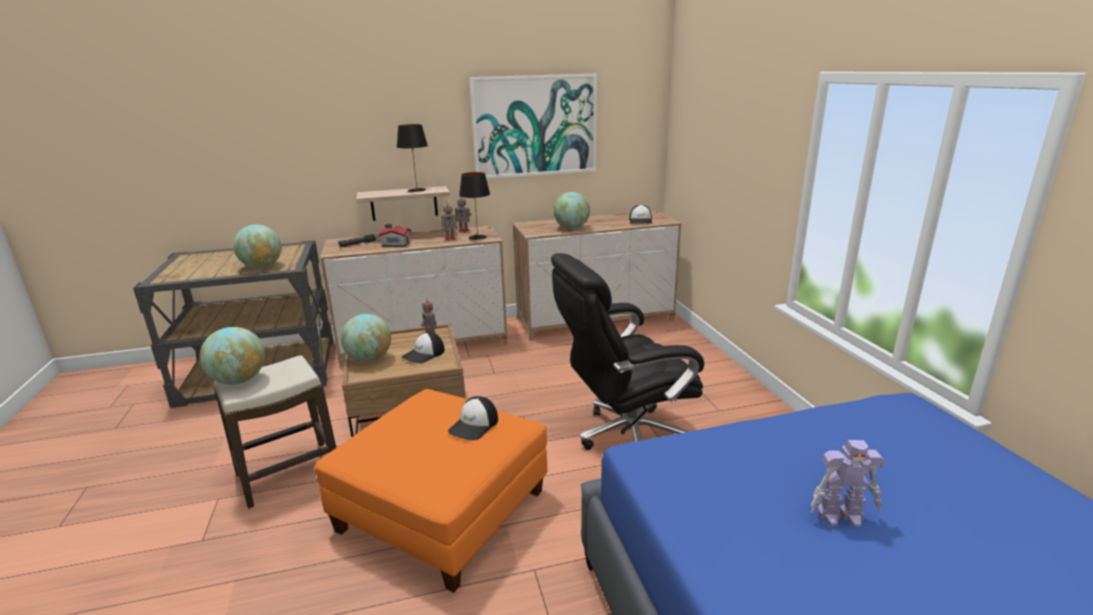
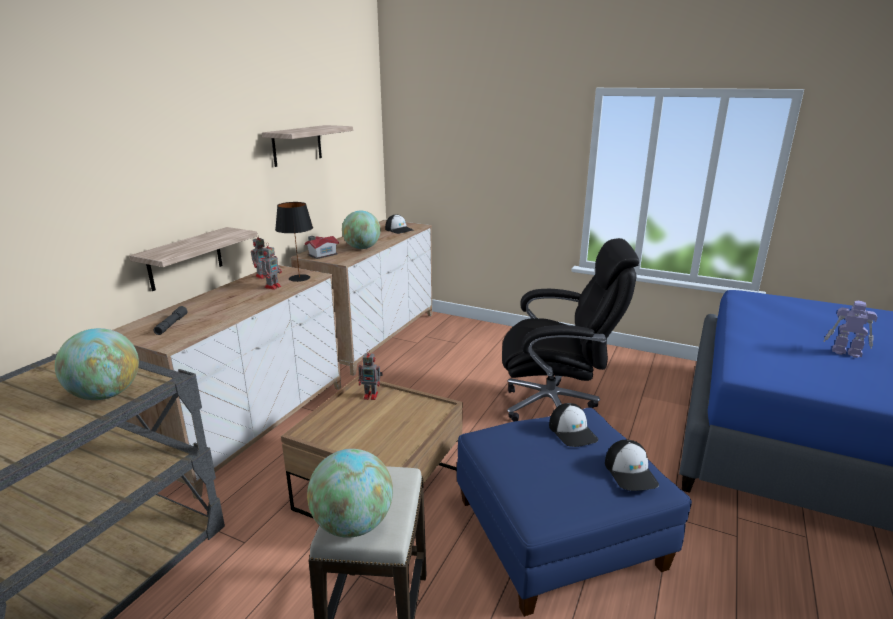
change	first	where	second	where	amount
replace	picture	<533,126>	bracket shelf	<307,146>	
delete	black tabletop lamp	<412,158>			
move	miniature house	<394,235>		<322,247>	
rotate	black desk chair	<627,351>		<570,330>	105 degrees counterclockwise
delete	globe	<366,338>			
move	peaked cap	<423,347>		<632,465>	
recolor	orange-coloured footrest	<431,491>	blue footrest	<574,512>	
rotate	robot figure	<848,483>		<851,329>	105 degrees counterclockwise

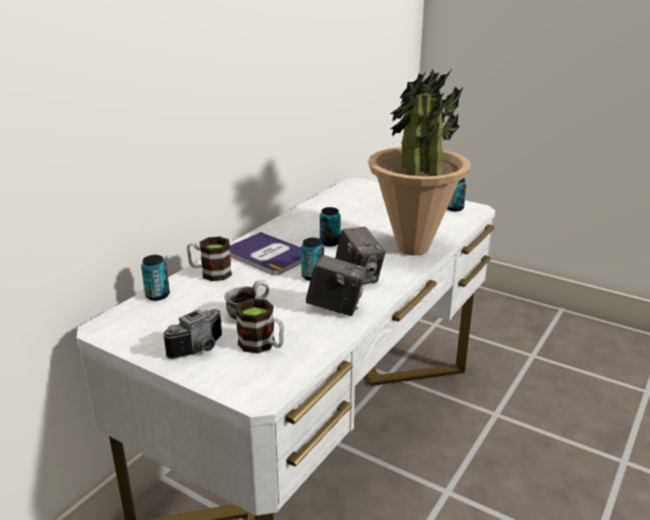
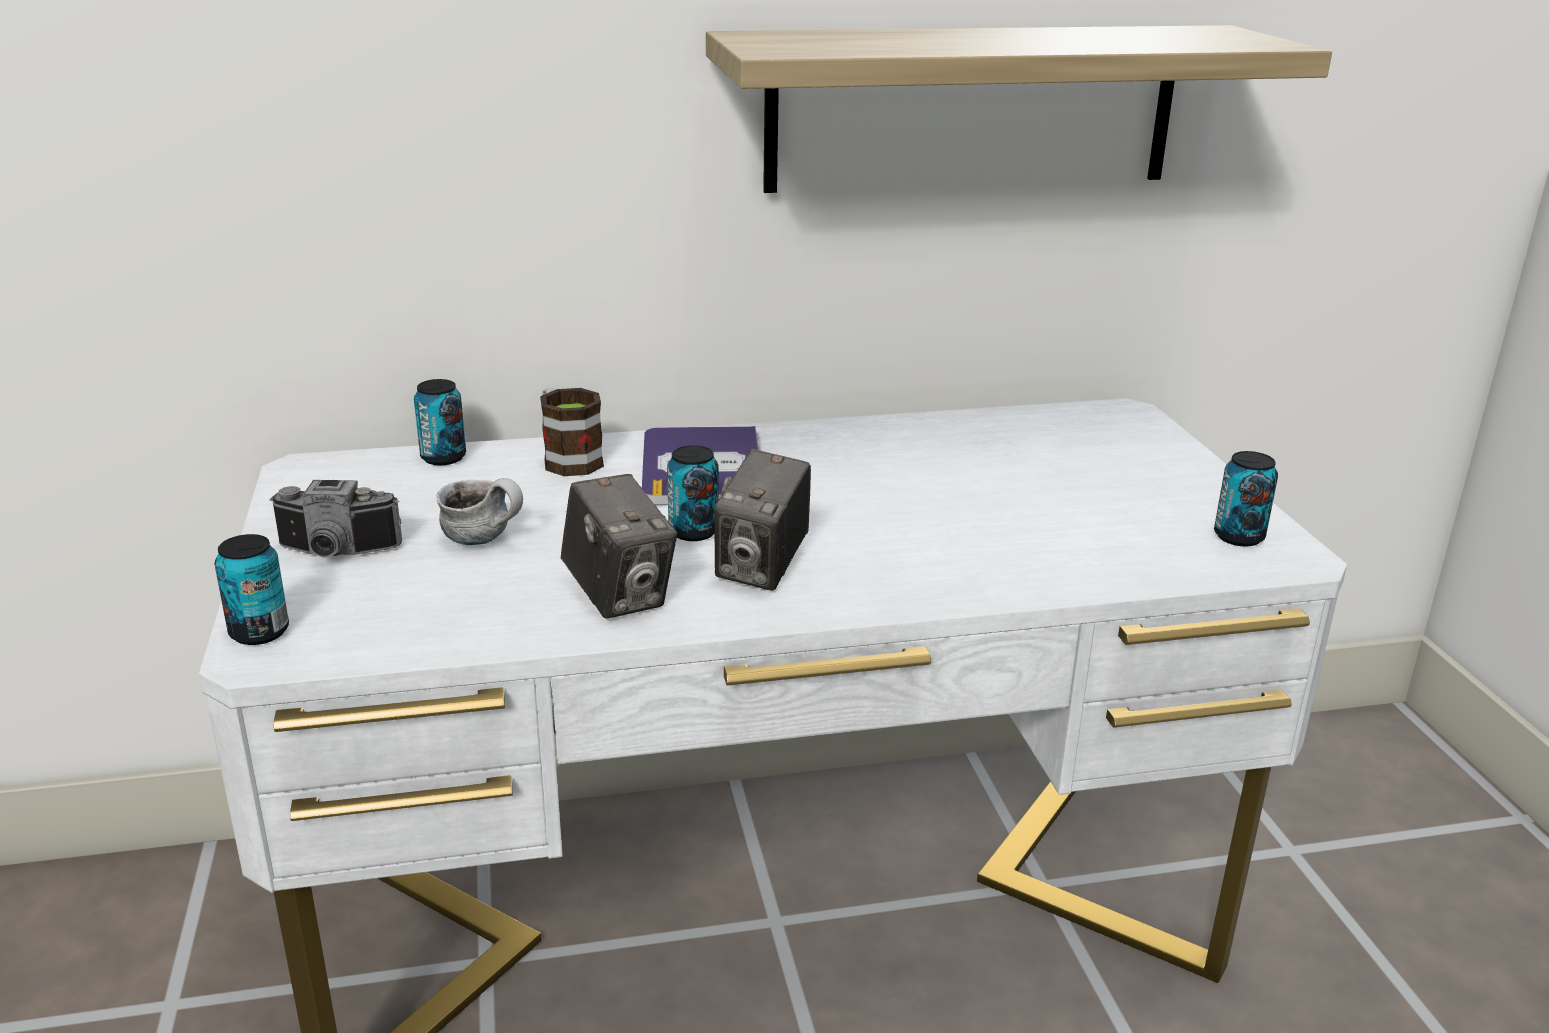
change	first	where	second	where	amount
delete	houseplant	<419,162>			
move	can	<330,227>		<252,589>	
delete	coffee mug	<259,325>			
insert			bracket shelf	<1019,109>	

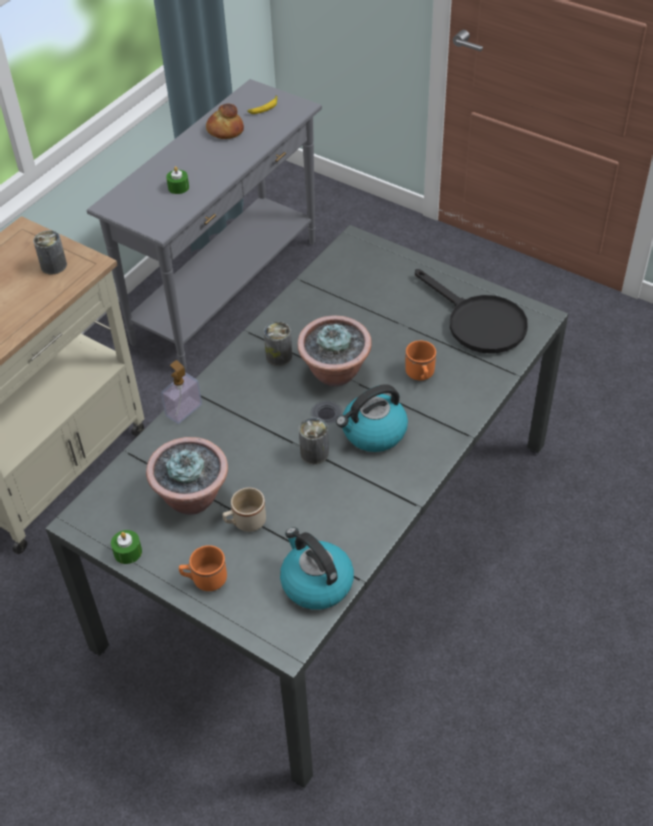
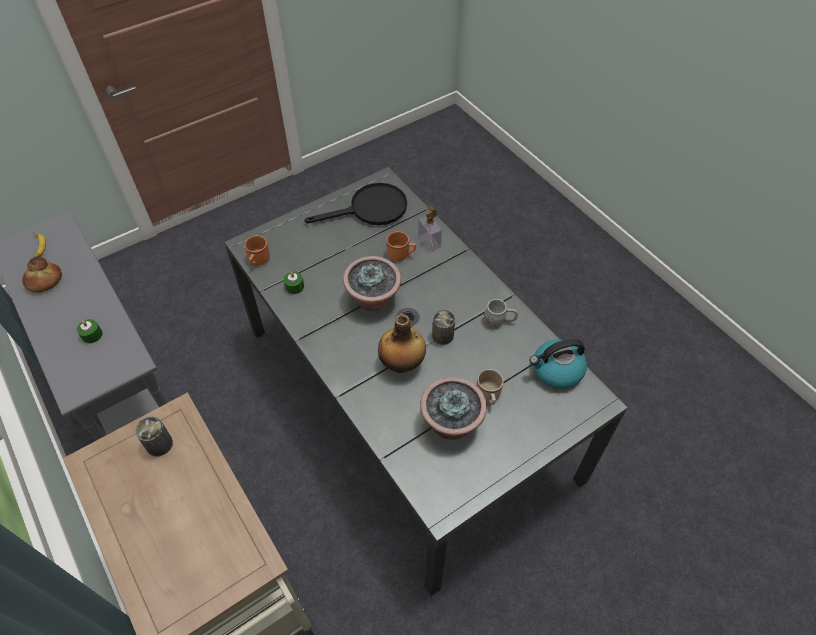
change	first	where	second	where	amount
delete	can	<278,344>			
move	liquid soap bottle	<181,392>		<430,229>	
delete	tea kettle	<372,418>			
move	green wax candle	<126,547>		<293,282>	
move	orange-coloured coffee mug	<203,568>		<257,250>	
insert			greyish coffee mug	<501,313>	
insert			bottle	<402,343>	

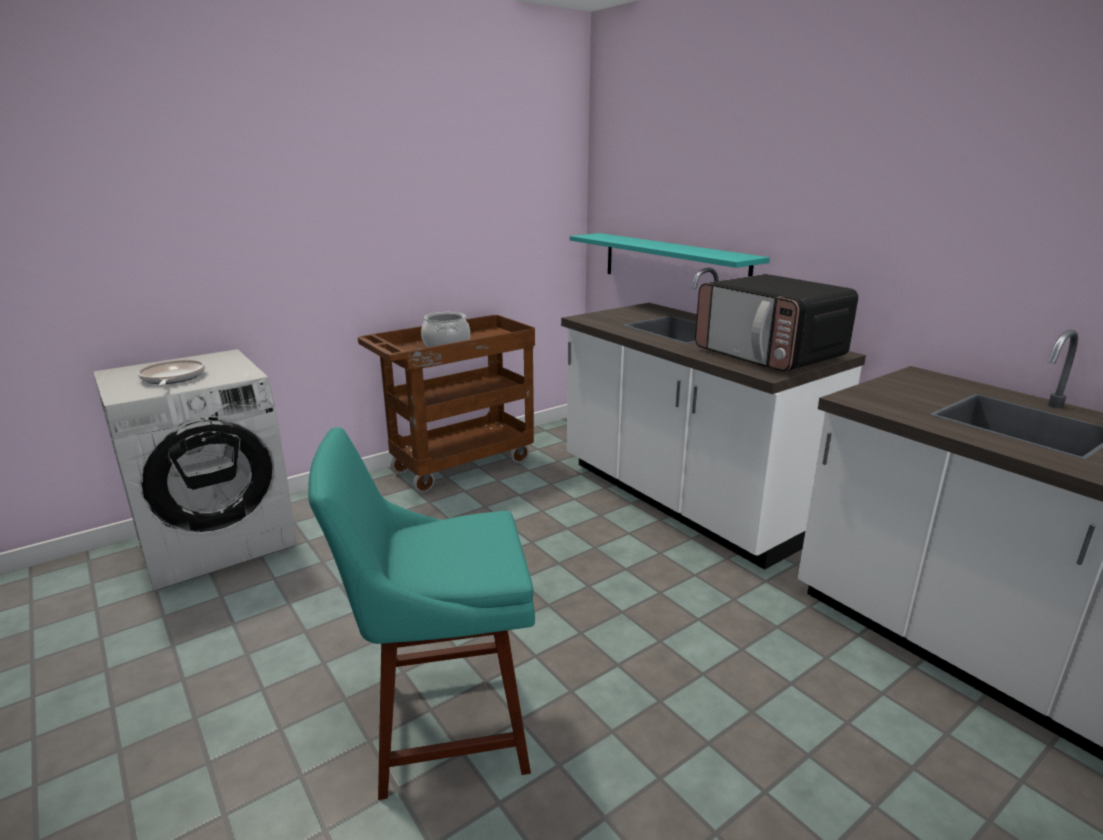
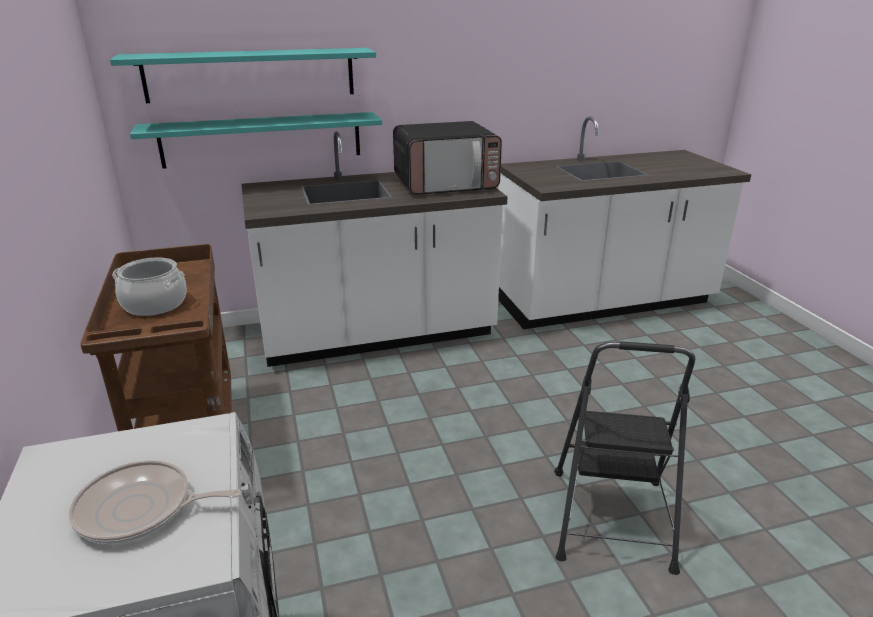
change	first	where	second	where	amount
replace	turquoise-coloured sitting stool	<421,613>	black step stool	<624,458>	
insert			turquoise-coloured bracket shelf	<243,75>	

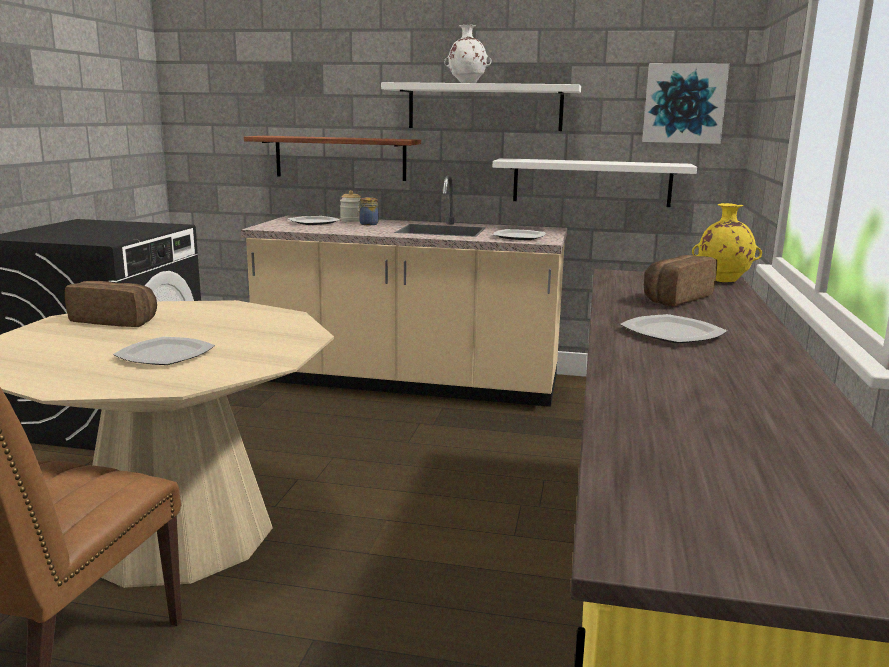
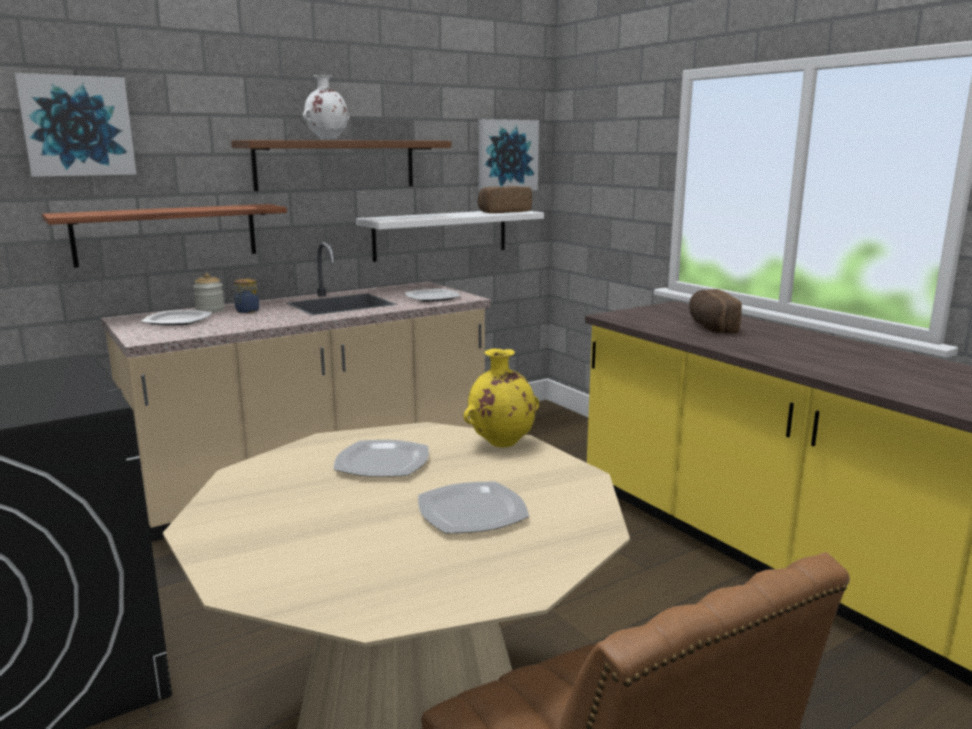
change	first	where	second	where	amount
recolor	white-coloured bracket shelf	<481,106>	brown bracket shelf	<341,165>	
move	yellow vase	<727,242>		<501,398>	
move	bread	<111,304>		<505,199>	
move	plate	<673,329>		<381,458>	
insert			picture	<76,125>	

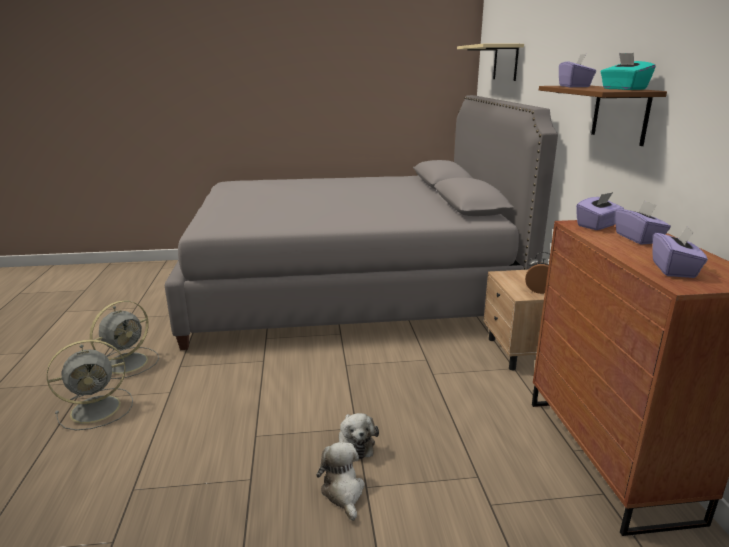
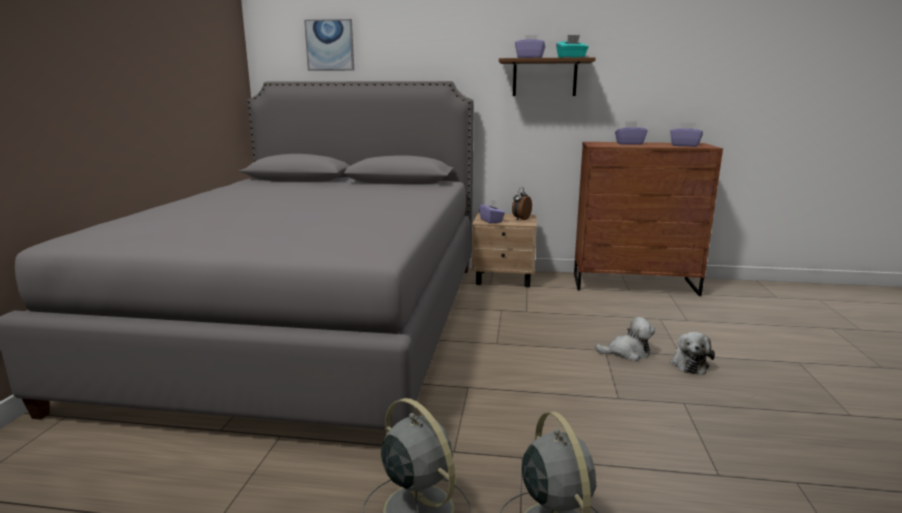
change	first	where	second	where	amount
replace	beige-coloured bracket shelf	<490,62>	picture	<329,45>	
move	purplish tissue holder	<600,211>		<492,211>	
rotate	soft toy	<341,481>		<692,353>	75 degrees counterclockwise

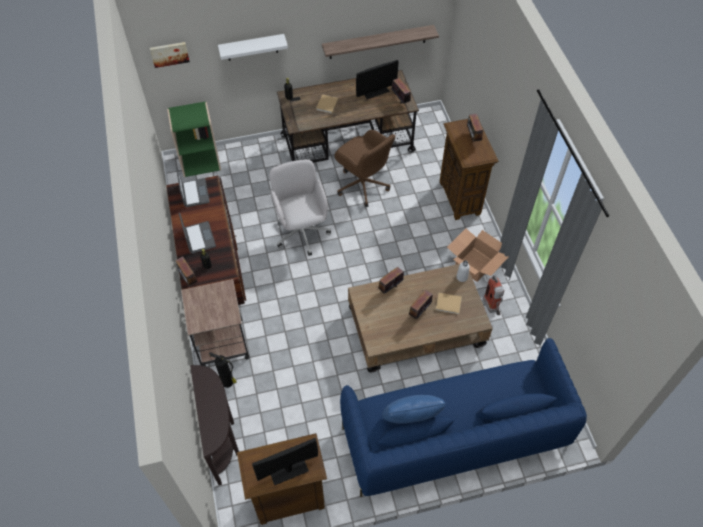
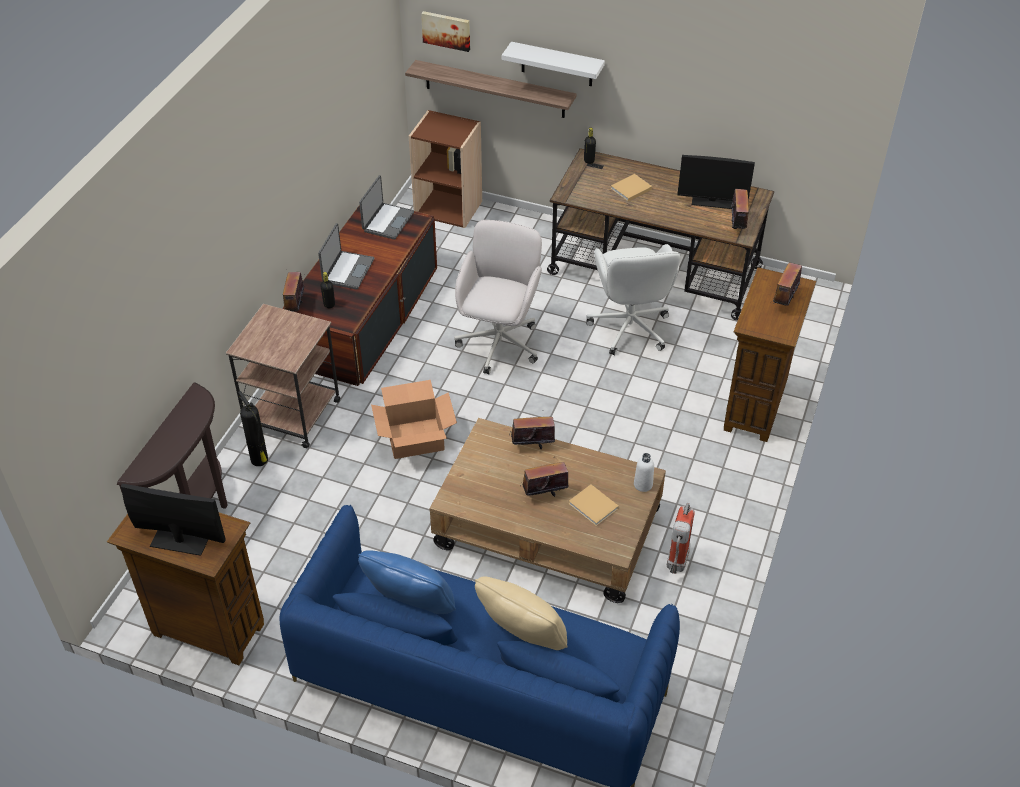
change	first	where	second	where	amount
move	bracket shelf	<380,42>		<491,89>	
recolor	green shelving unit	<194,139>	brown shelving unit	<445,169>	
recolor	brown desk chair	<365,168>	white-coloured desk chair	<633,299>	
move	carton	<477,255>		<414,419>	
insert			beige-coloured pillow	<521,613>	

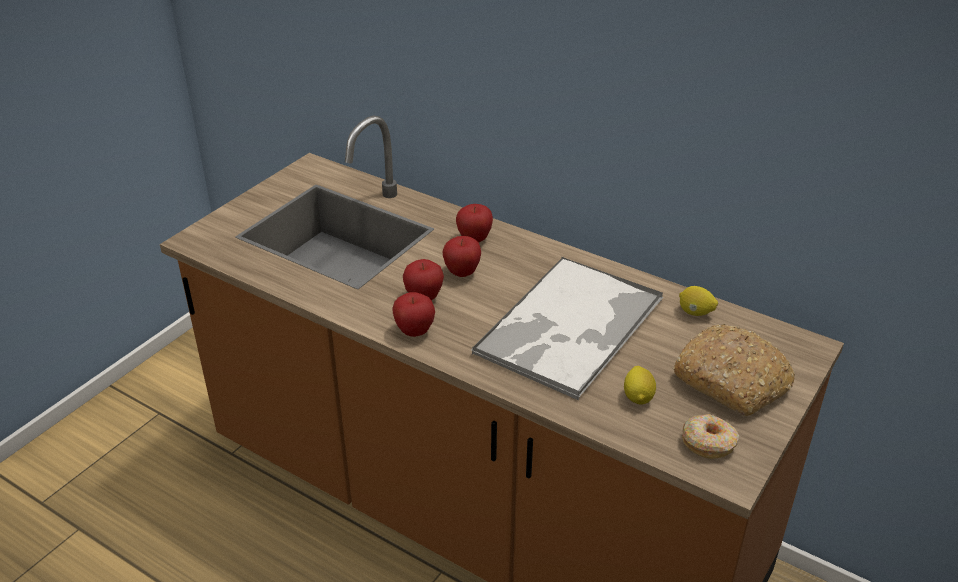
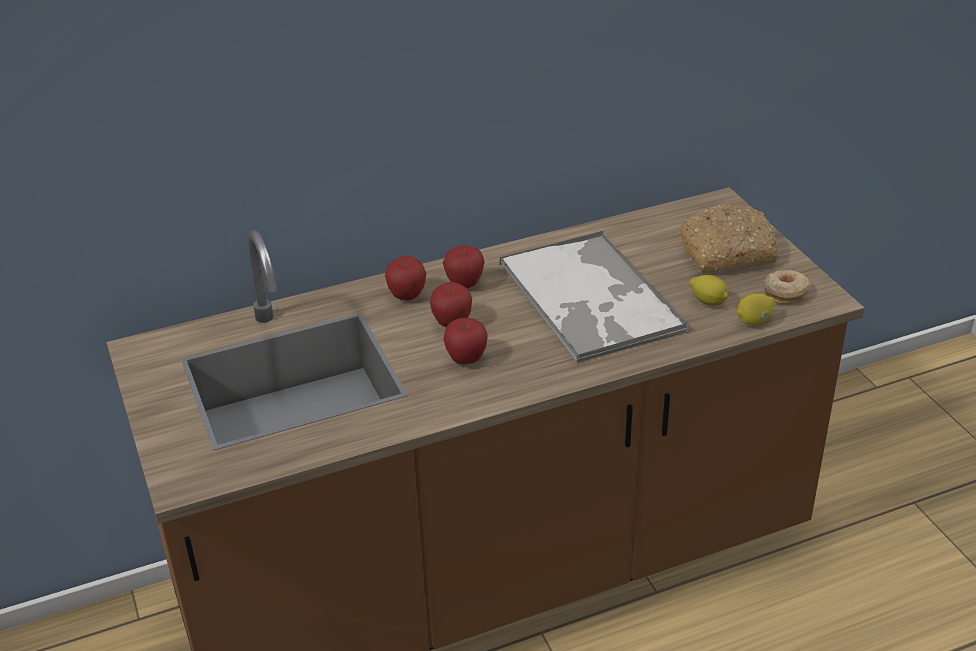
change	first	where	second	where	amount
move	lemon	<698,301>		<756,309>	
move	apple fruit	<413,314>		<464,267>	

